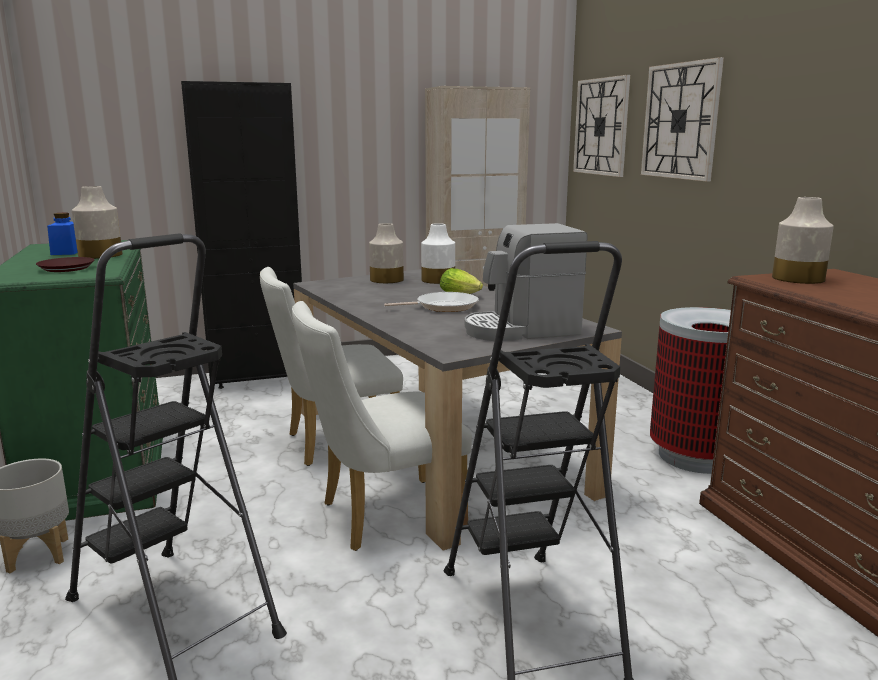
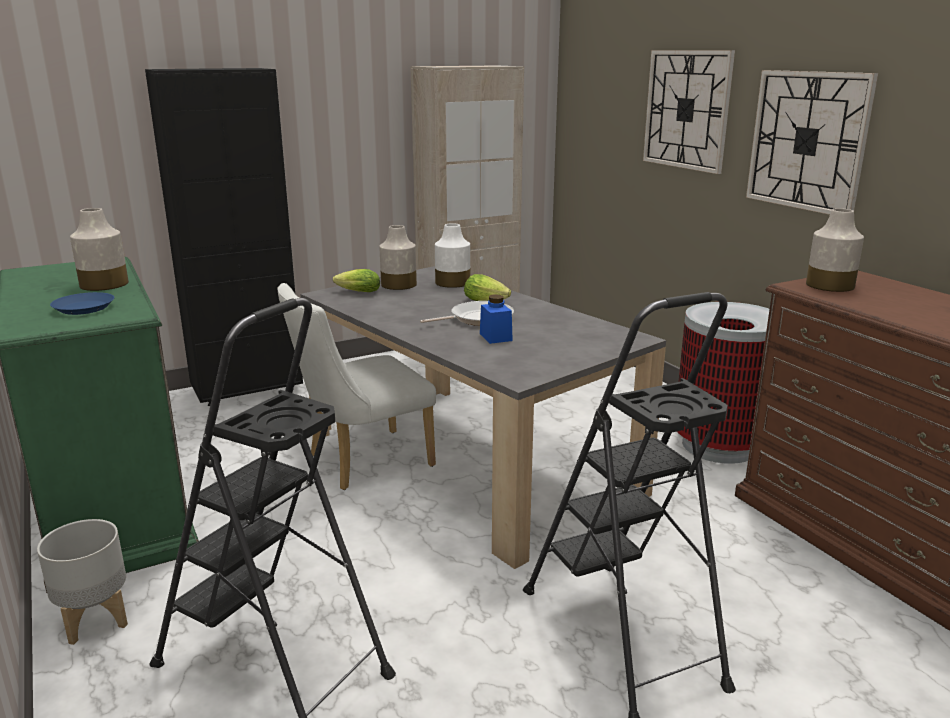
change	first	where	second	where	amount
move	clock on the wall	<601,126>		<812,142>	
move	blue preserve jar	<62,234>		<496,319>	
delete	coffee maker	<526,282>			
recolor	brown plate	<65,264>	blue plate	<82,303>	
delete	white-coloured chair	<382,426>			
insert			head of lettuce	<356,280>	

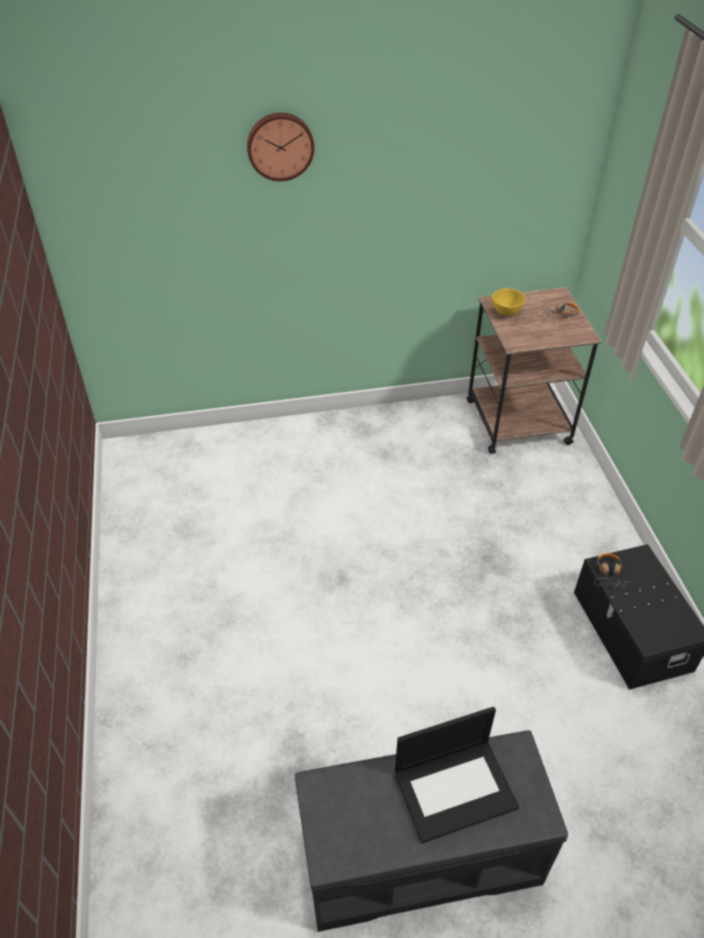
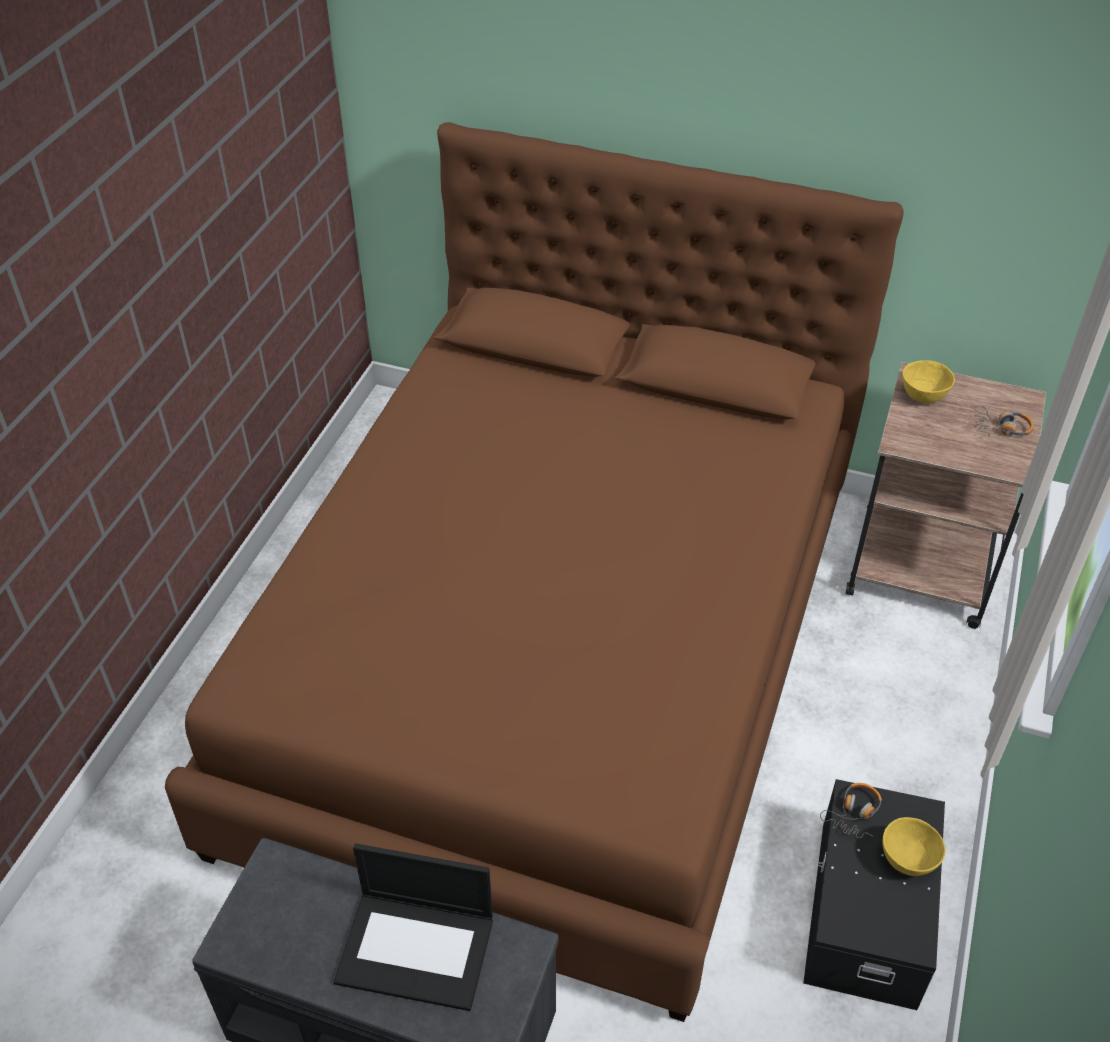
change	first	where	second	where	amount
delete	clock on the wall	<280,147>			
insert			brown bedroom bed	<534,572>	
insert			yellow serving bowl	<914,846>	

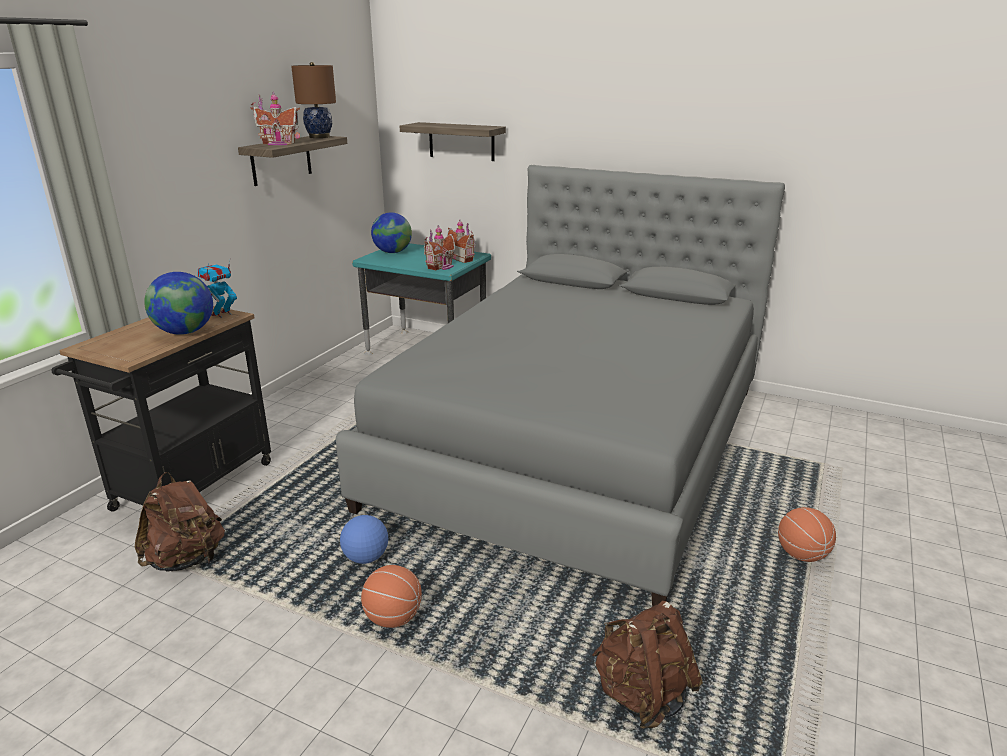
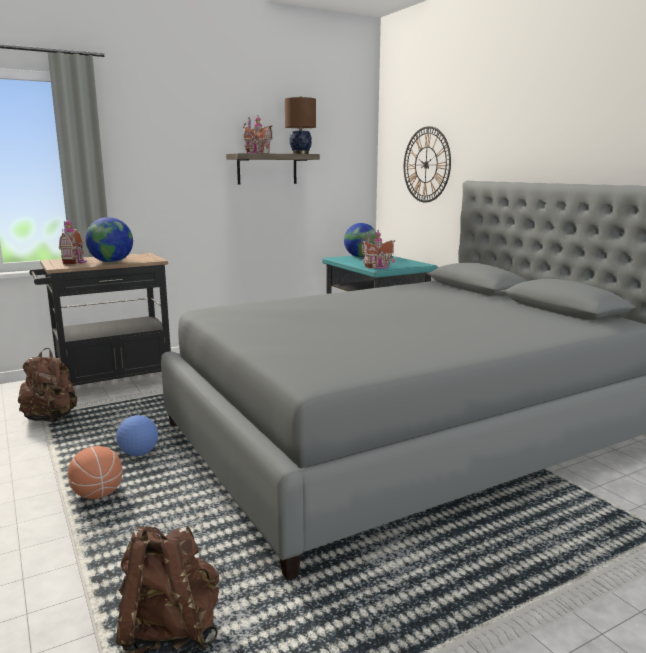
change	first	where	second	where	amount
replace	bracket shelf	<453,141>	clock on the wall	<427,164>	
move	miniature house	<461,241>		<73,241>	
delete	robot figure	<217,289>			
delete	ball for basketball	<807,534>			

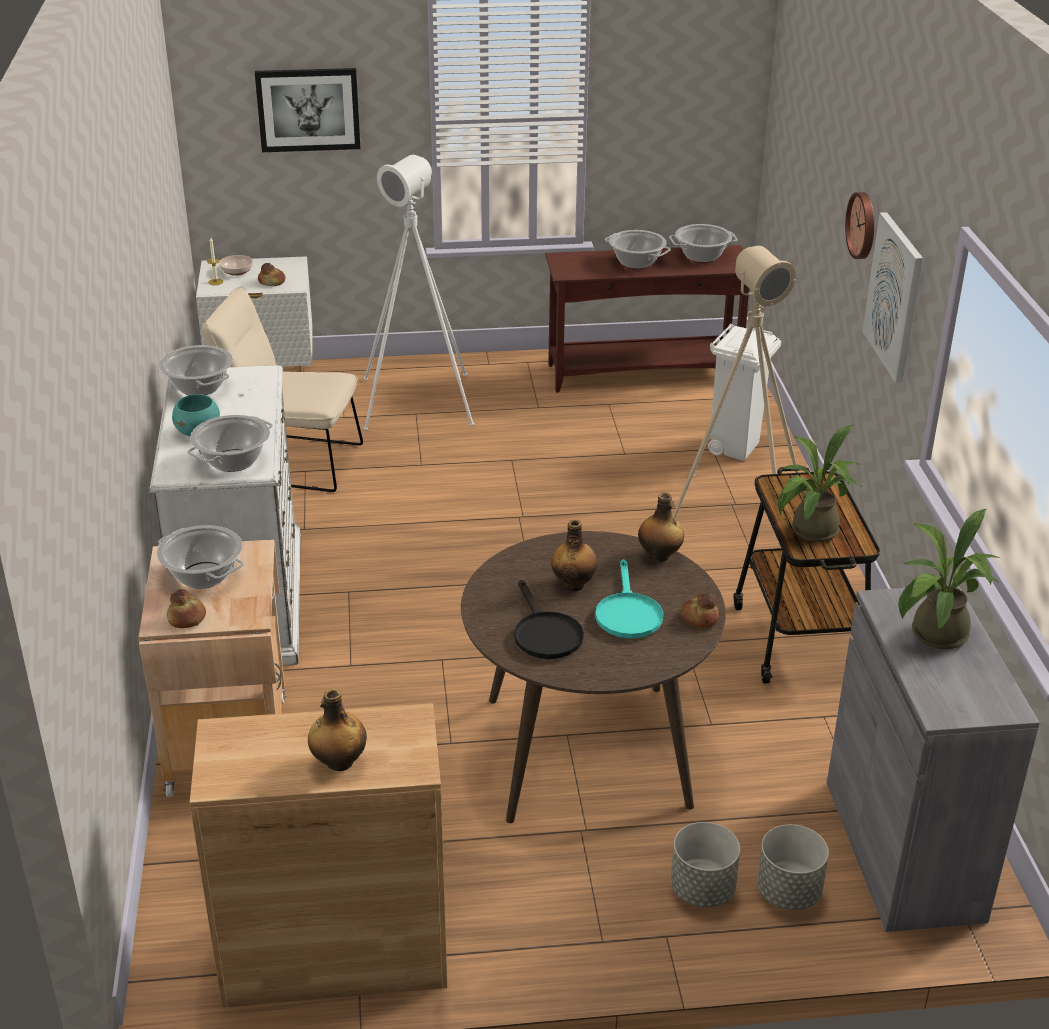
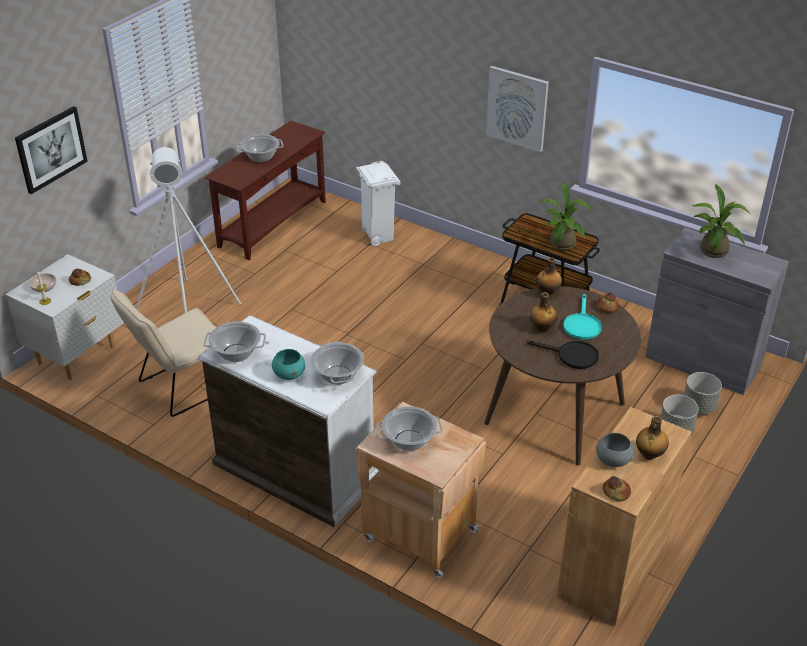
change	first	where	second	where	amount
delete	clock on the wall	<859,225>			
delete	cooking pot	<703,243>			
delete	beige-coloured standing lamp	<736,382>			
rotate	turquoise-coloured frying pan	<629,599>		<582,317>	60 degrees clockwise
move	bread	<186,608>		<617,489>	
insert			greyish serving bowl	<615,450>	

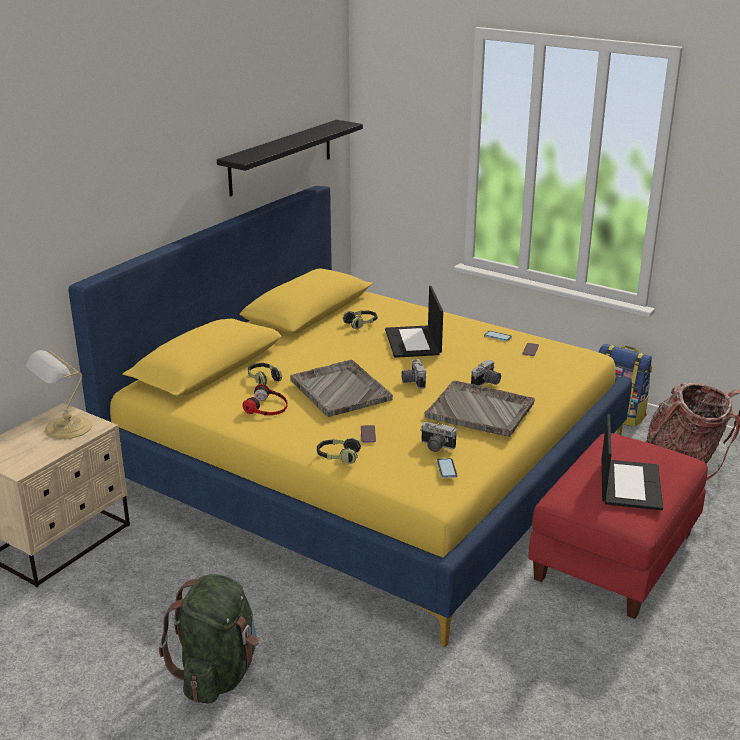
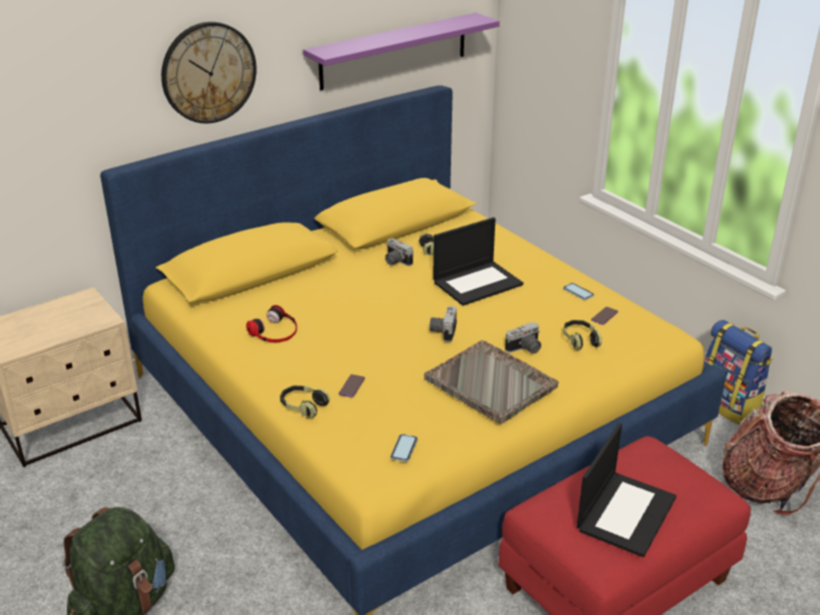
change	first	where	second	where	amount
recolor	black bracket shelf	<290,158>	purplish bracket shelf	<401,51>	
rotate	portable computer	<414,322>		<478,261>	135 degrees counterclockwise
delete	tabletop lamp	<59,394>			
delete	greyish tray	<341,388>			
move	headset	<265,374>		<583,335>	
move	still camera	<438,437>		<399,252>	
insert			clock on the wall	<209,73>	

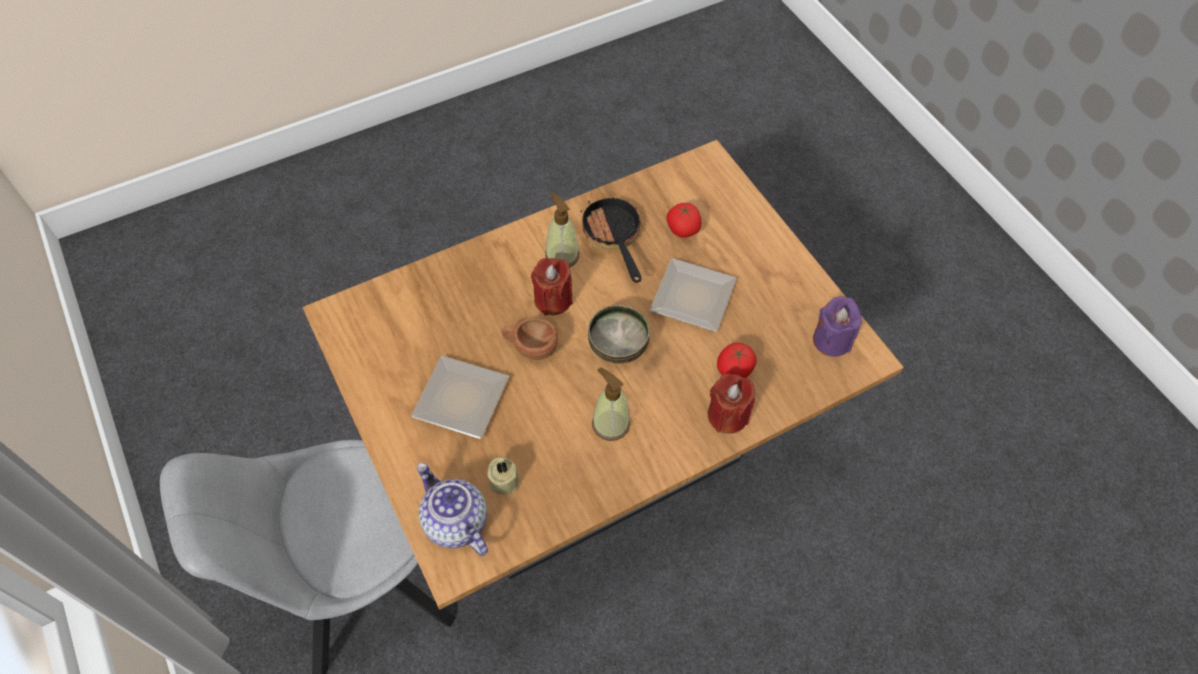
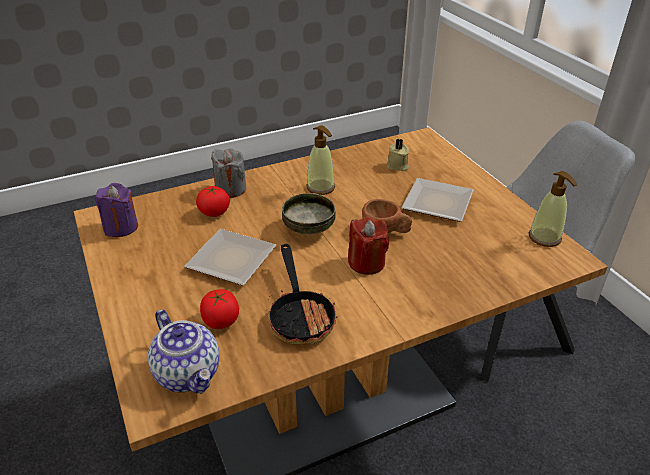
change	first	where	second	where	amount
move	liquid soap bottle	<562,230>		<553,209>	
recolor	red-coloured wax candle	<731,404>	greyish wax candle	<229,173>	
move	tea pot	<452,509>		<184,351>	

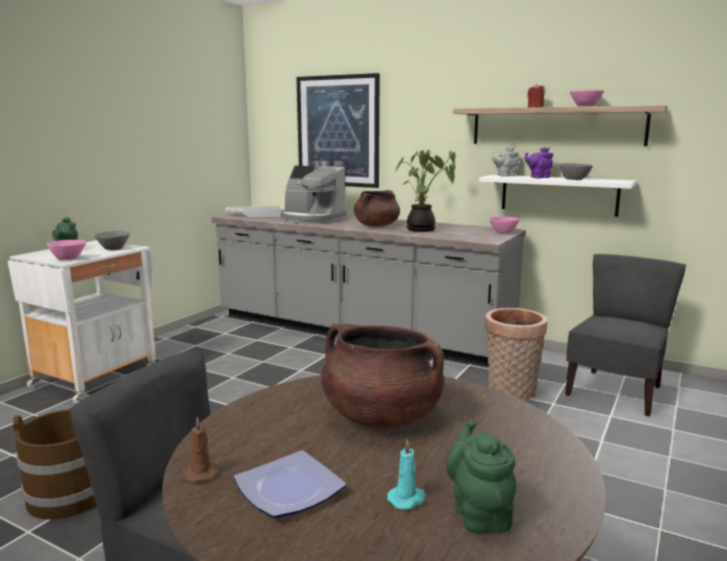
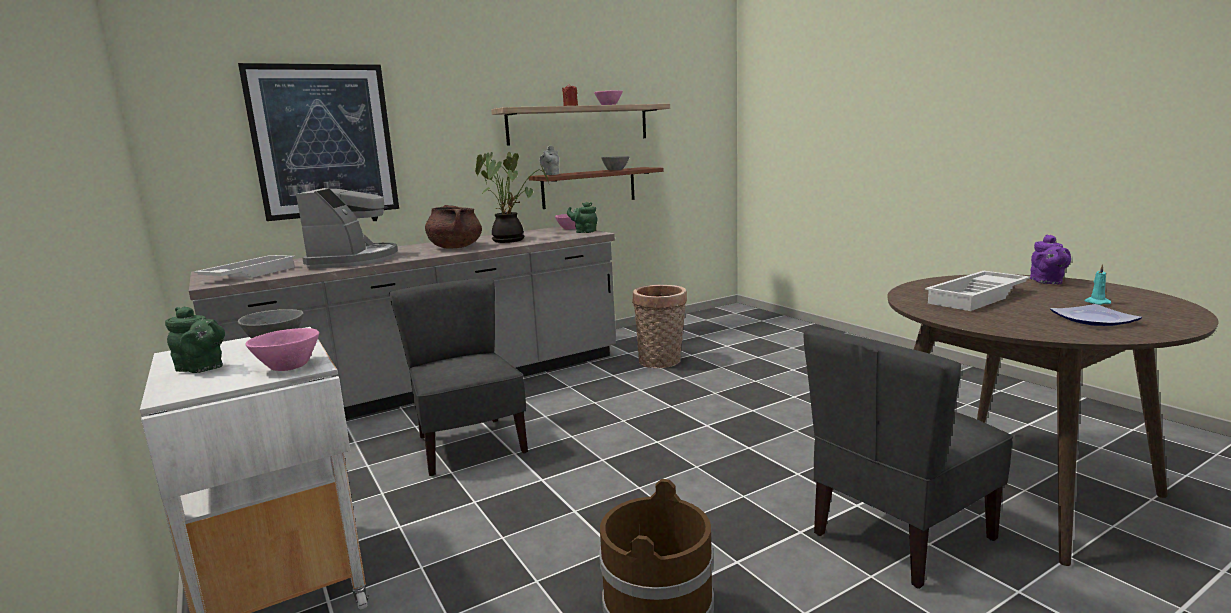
change	first	where	second	where	amount
move	purplish tea pot	<539,162>		<1050,259>	
rotate	coffee maker	<314,195>		<346,228>	60 degrees counterclockwise
recolor	white-coloured bracket shelf	<558,196>	brown bracket shelf	<596,188>	
move	greyish chair	<625,335>		<458,377>	
replace	brown cooking pot	<382,376>	white-coloured tray	<977,291>	
delete	brown wax candle	<201,450>			
move	green tea pot	<481,476>		<582,217>	

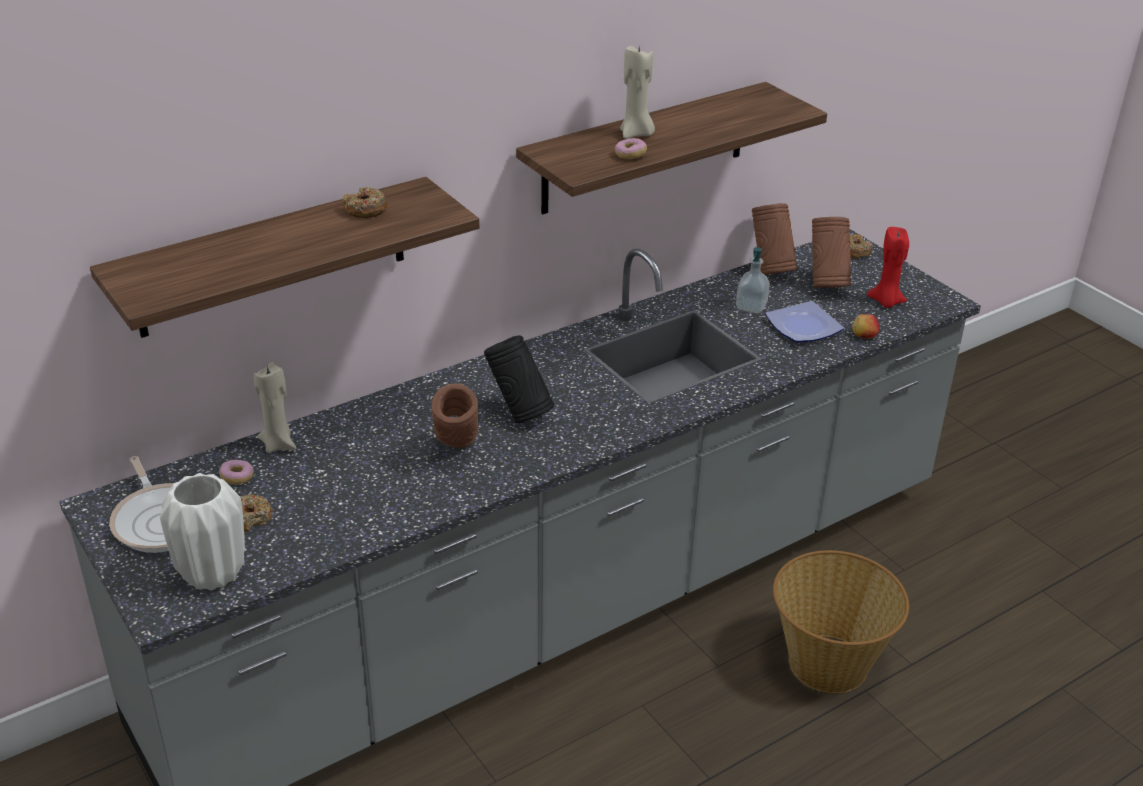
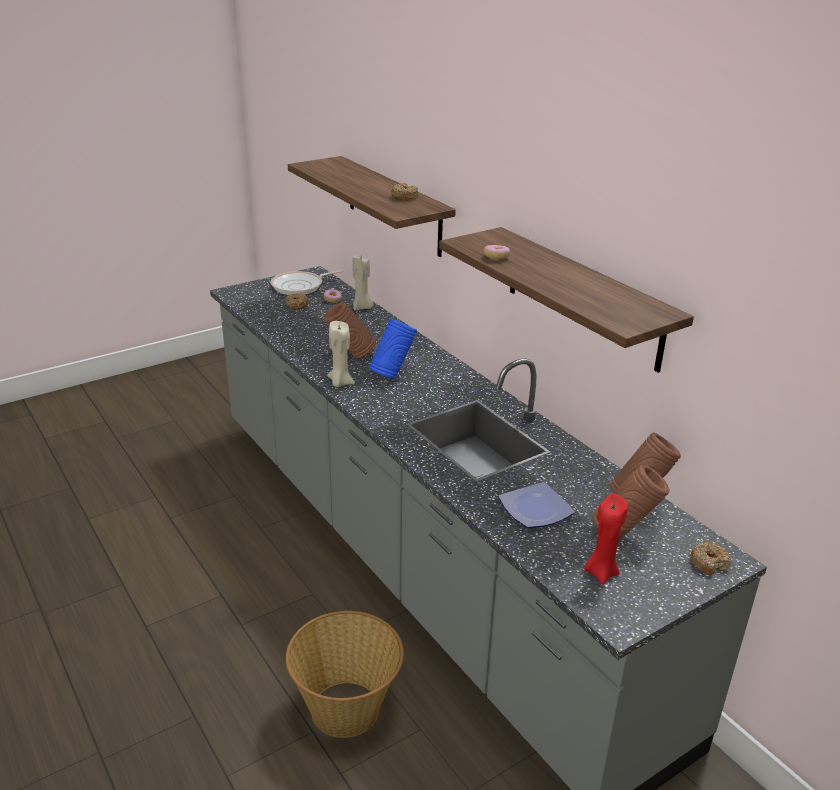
change	first	where	second	where	amount
move	beige-coloured wax candle	<637,91>		<341,354>	
delete	liquid soap bottle	<753,280>			
delete	apple fruit	<865,326>			
recolor	black vase	<519,379>	blue vase	<393,349>	
delete	white-coloured vase	<202,531>			

